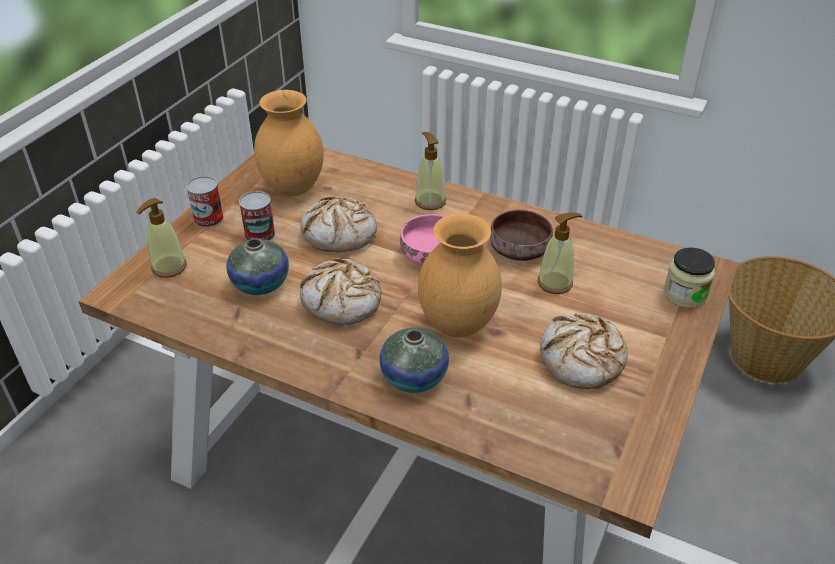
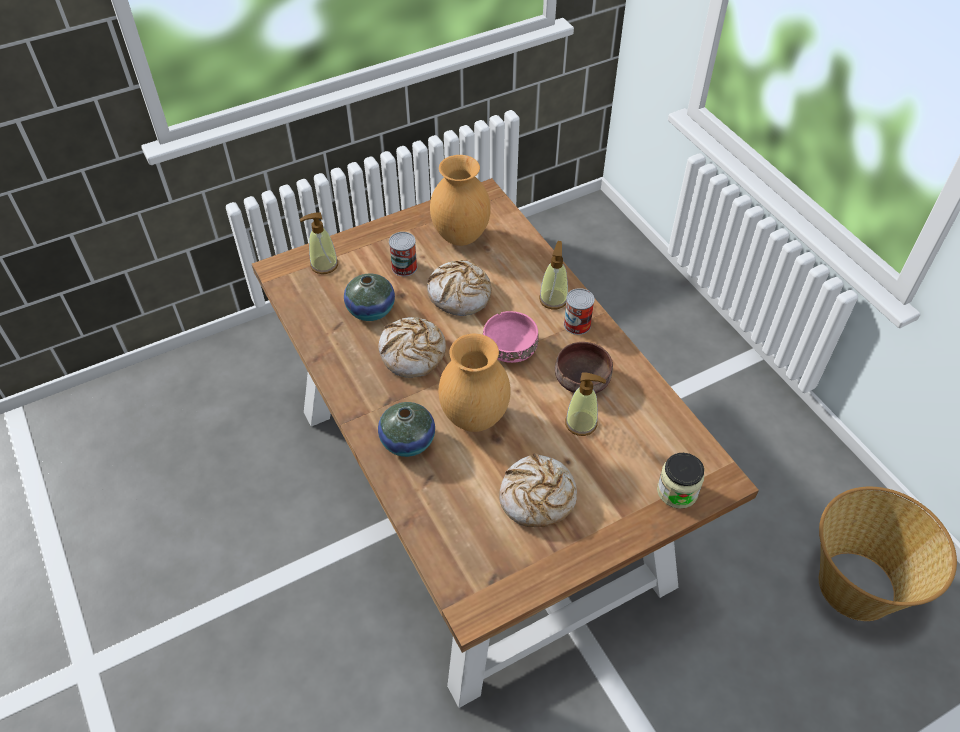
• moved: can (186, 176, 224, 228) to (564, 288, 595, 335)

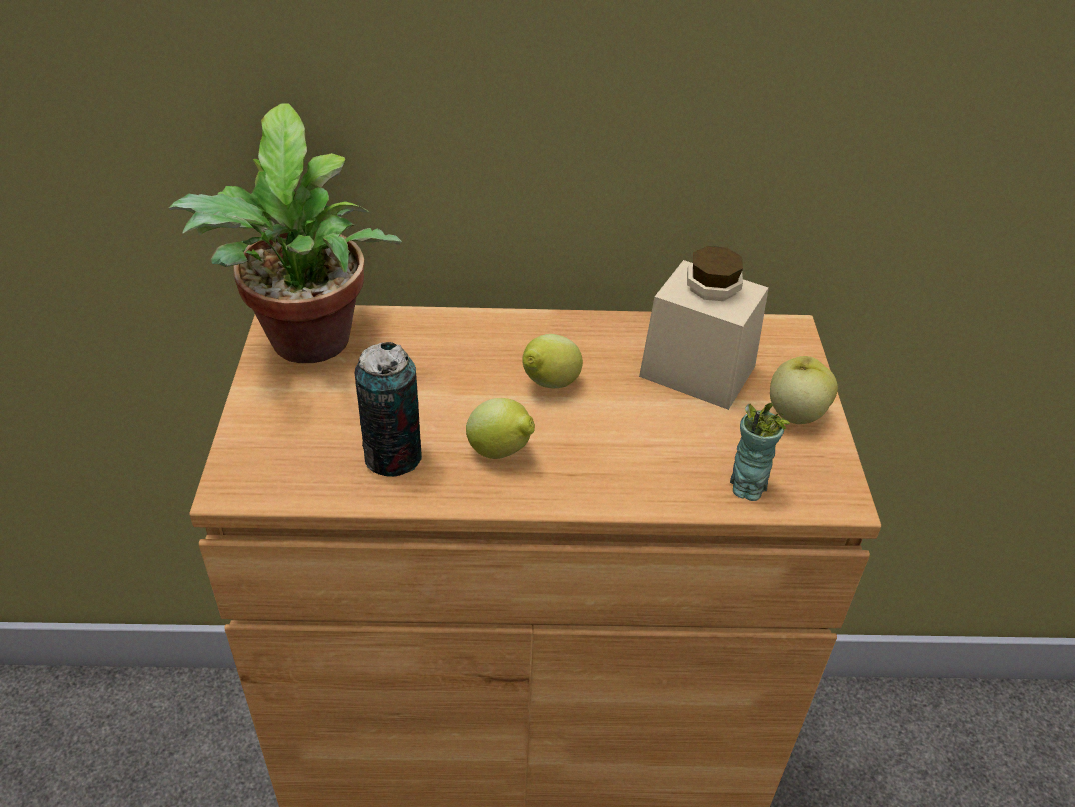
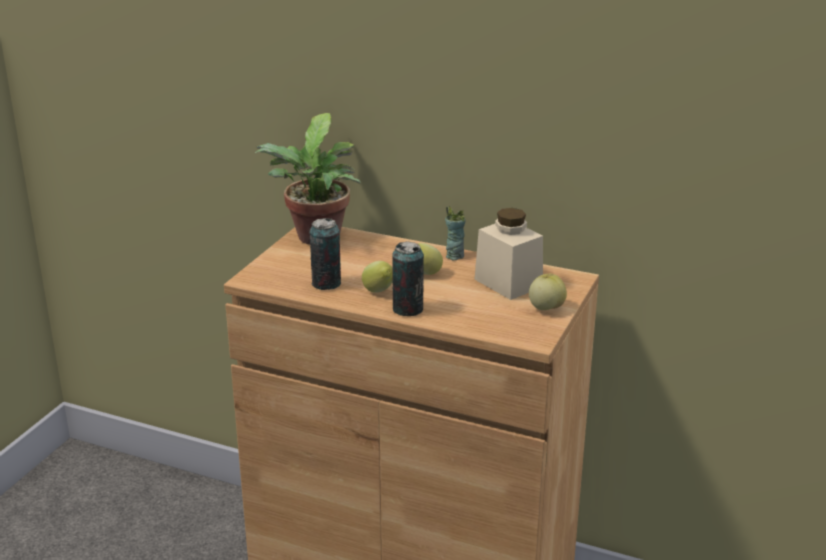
• added: can (392, 241, 424, 316)
• moved: cup (730, 402, 790, 501) to (445, 206, 466, 261)

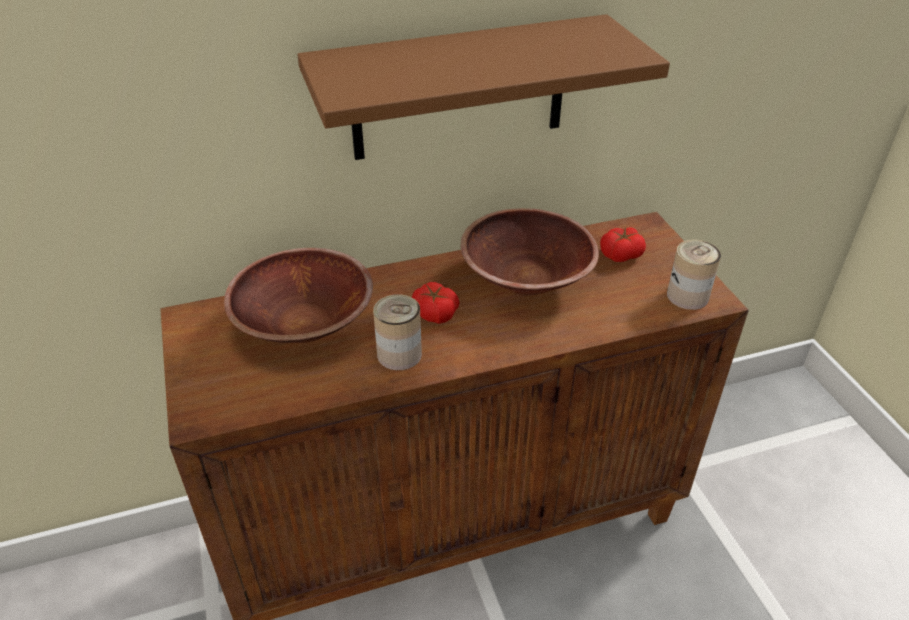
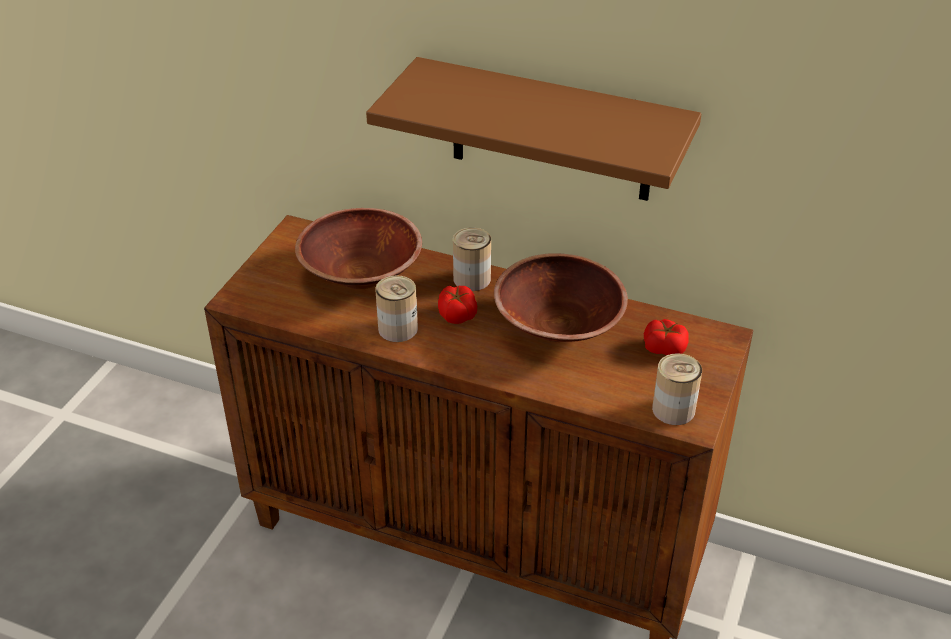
• added: can (453, 228, 491, 291)

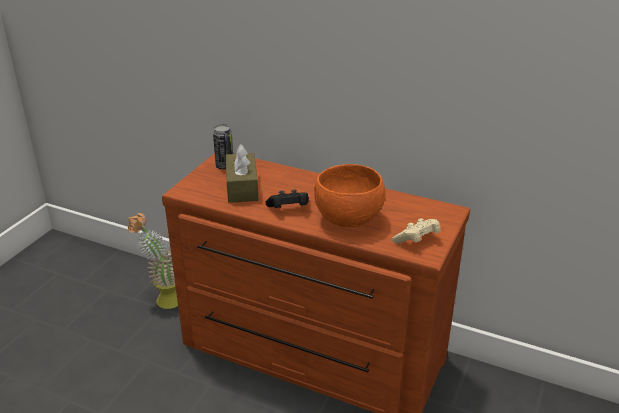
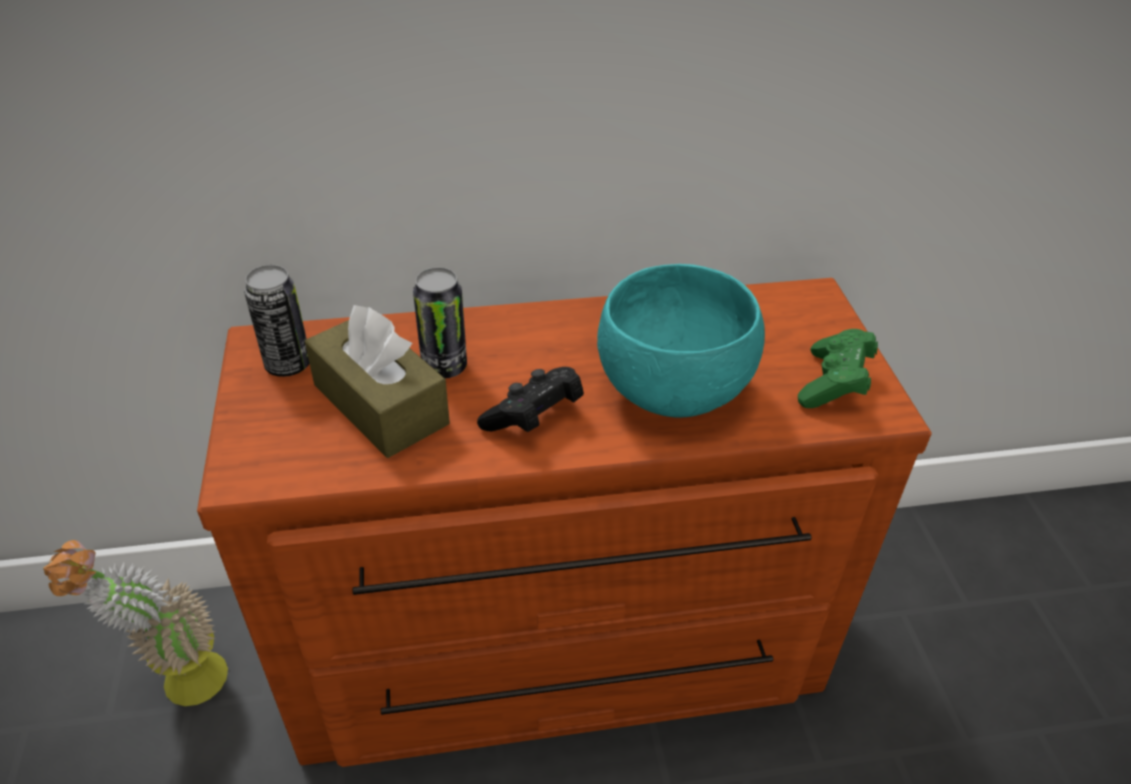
• added: can (413, 267, 467, 379)
• recoloured: bowl (orange) (314, 164, 386, 227) to bowl (turquoise) (597, 264, 765, 418)
• recoloured: game controller (beige) (392, 218, 441, 244) to game controller (green) (798, 329, 878, 408)

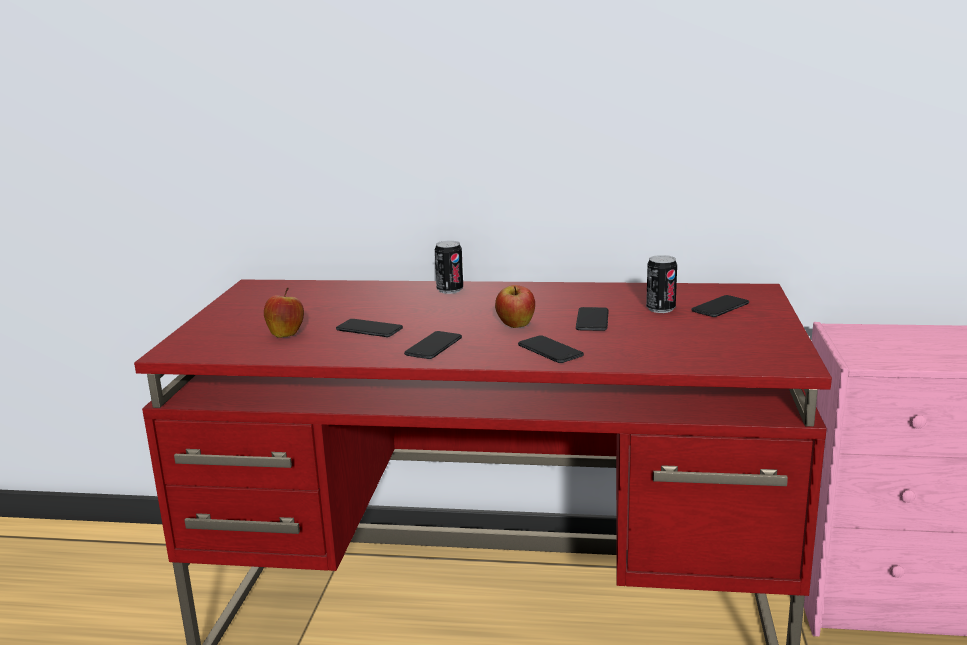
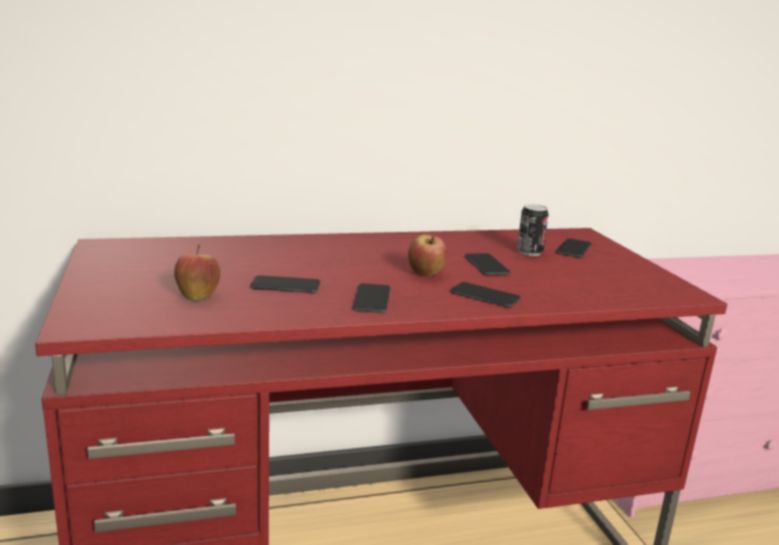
• removed: can (435, 241, 463, 294)

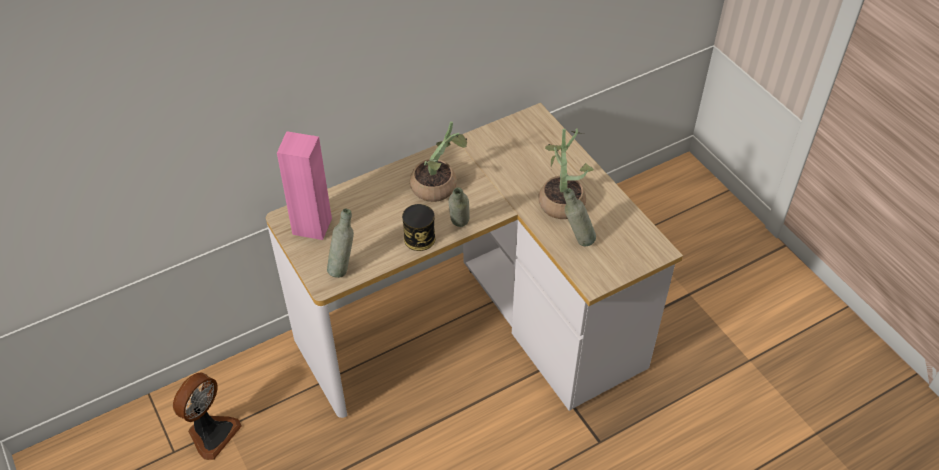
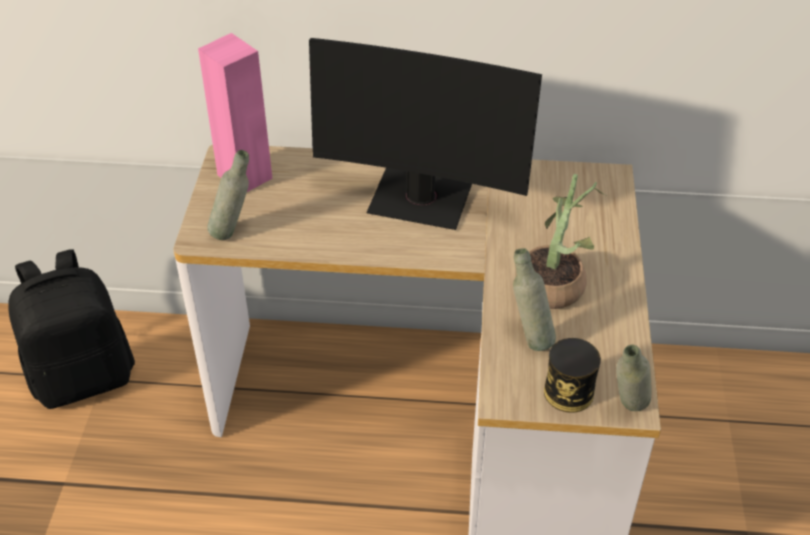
• replaced: fan (173, 372, 242, 460) to backpack (black) (8, 249, 135, 409)
• replaced: potted plant (410, 121, 467, 202) to monitor (309, 38, 542, 230)
• moved: can (402, 204, 435, 251) to (544, 338, 601, 413)
• moved: bottle (grey) (448, 187, 470, 227) to (616, 345, 652, 411)

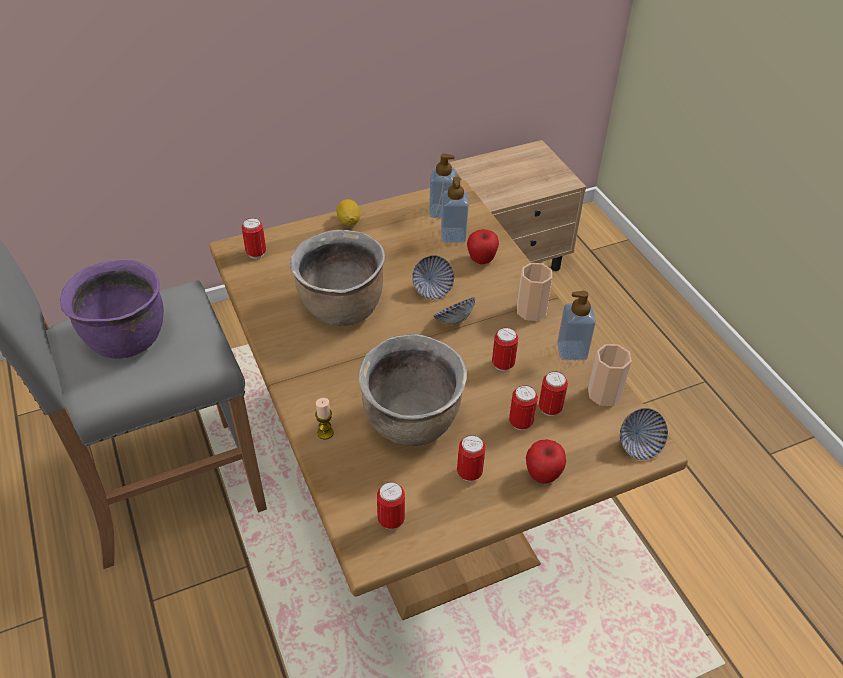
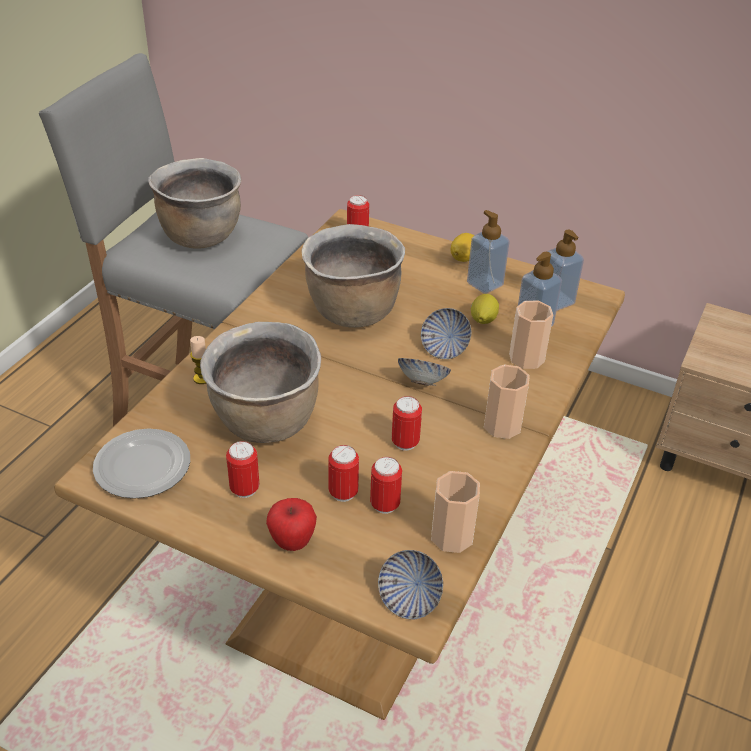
• replaced: can (377, 482, 405, 529) to plate (93, 428, 190, 499)
• recoloured: cooking pot (purple) (60, 260, 164, 359) to cooking pot (brown) (148, 158, 242, 249)
• moved: soap dispenser (557, 291, 596, 360) to (467, 210, 510, 294)
• added: lemon (471, 294, 499, 324)
• replaced: apple (467, 229, 499, 264) to cup (509, 301, 553, 369)

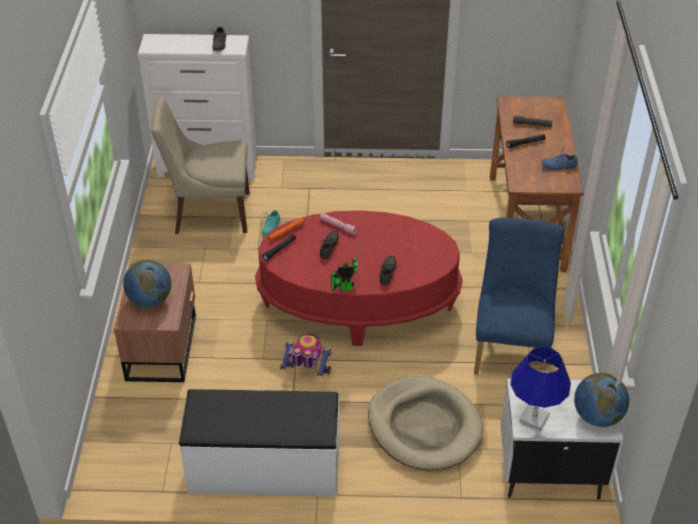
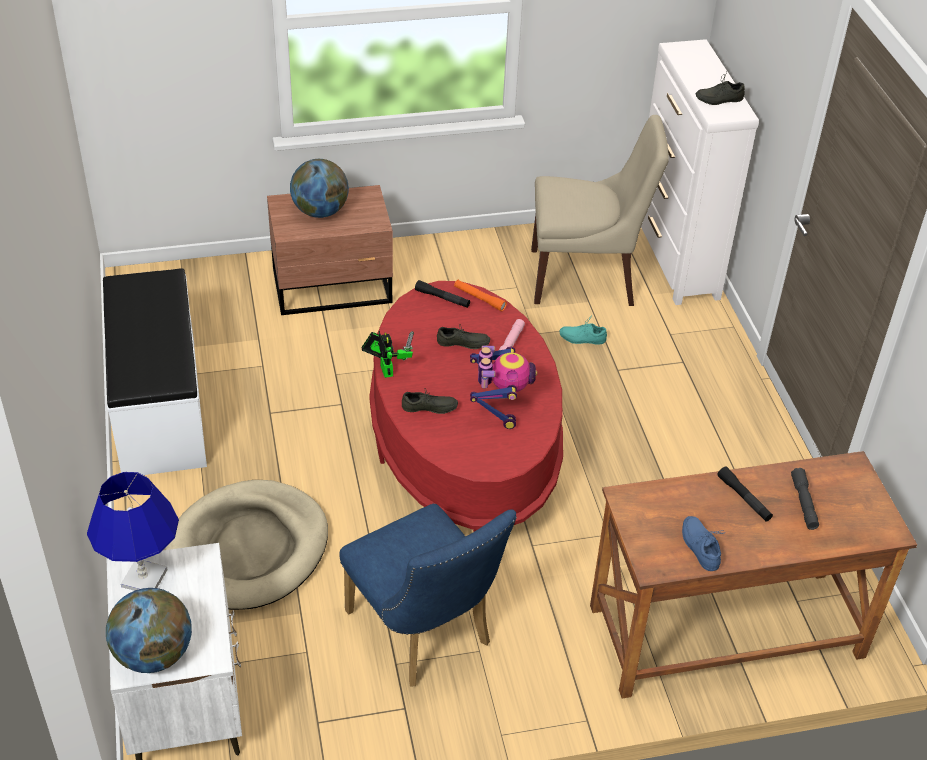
• turned: chair (blue) (474, 218, 565, 375) = (339, 504, 517, 687) 60 degrees clockwise
• moved: toy robot (280, 334, 332, 377) to (470, 346, 537, 429)
• turned: chair (beige) (151, 97, 250, 234) = (531, 115, 669, 306) 105 degrees clockwise

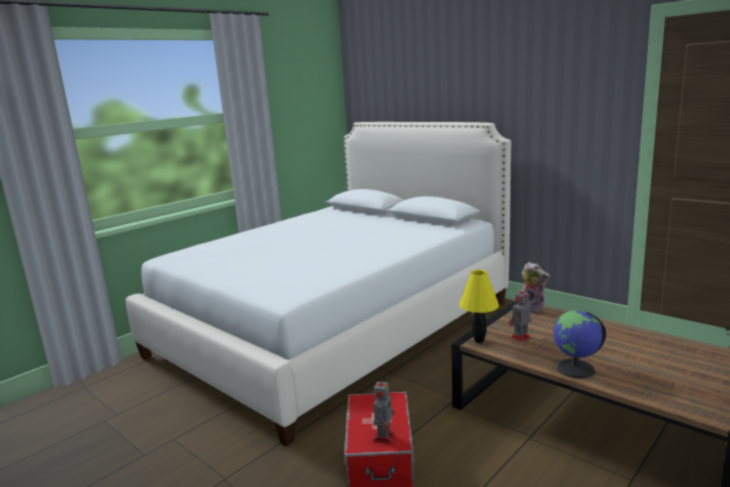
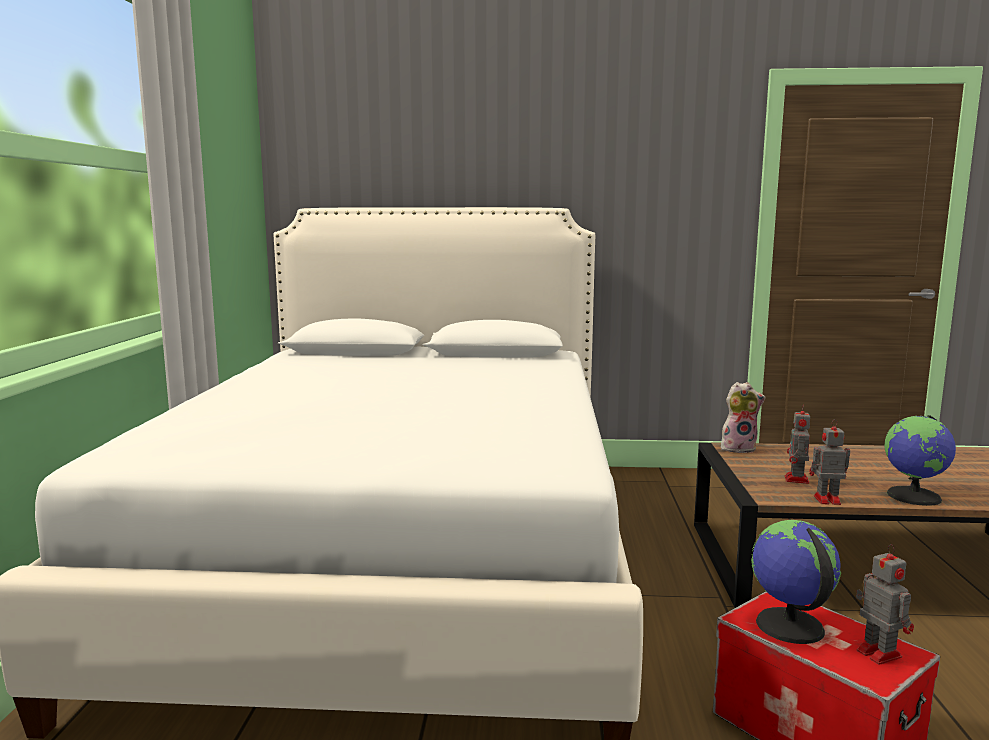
• added: globe (751, 520, 841, 644)
• added: toy robot (809, 419, 850, 505)
• removed: table lamp (yellow) (459, 270, 499, 343)

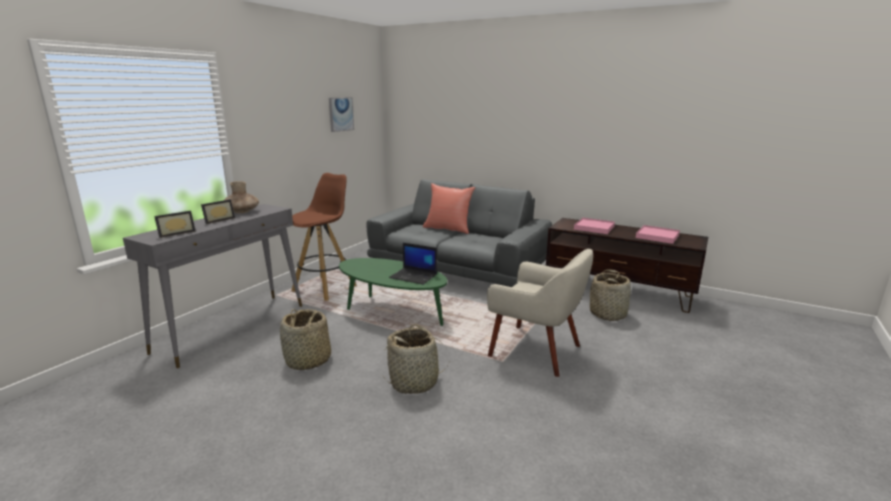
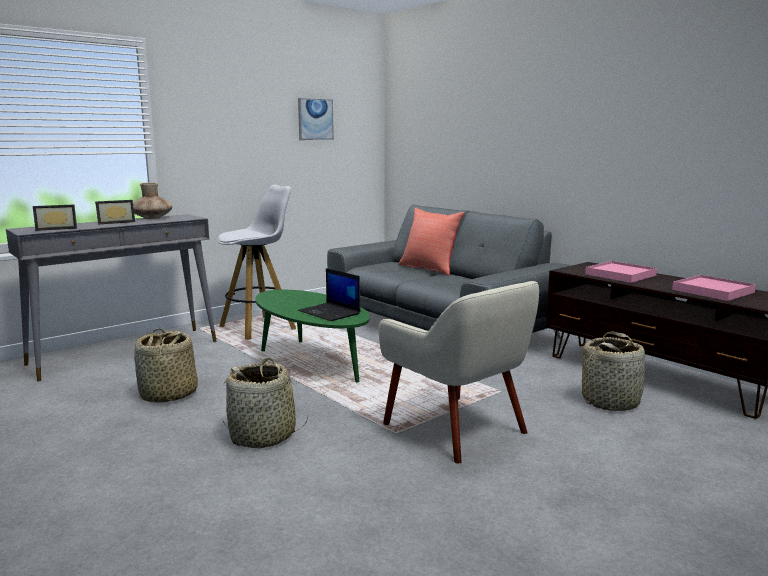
• recoloured: stool (brown) (291, 173, 357, 301) to stool (white) (218, 185, 296, 340)

